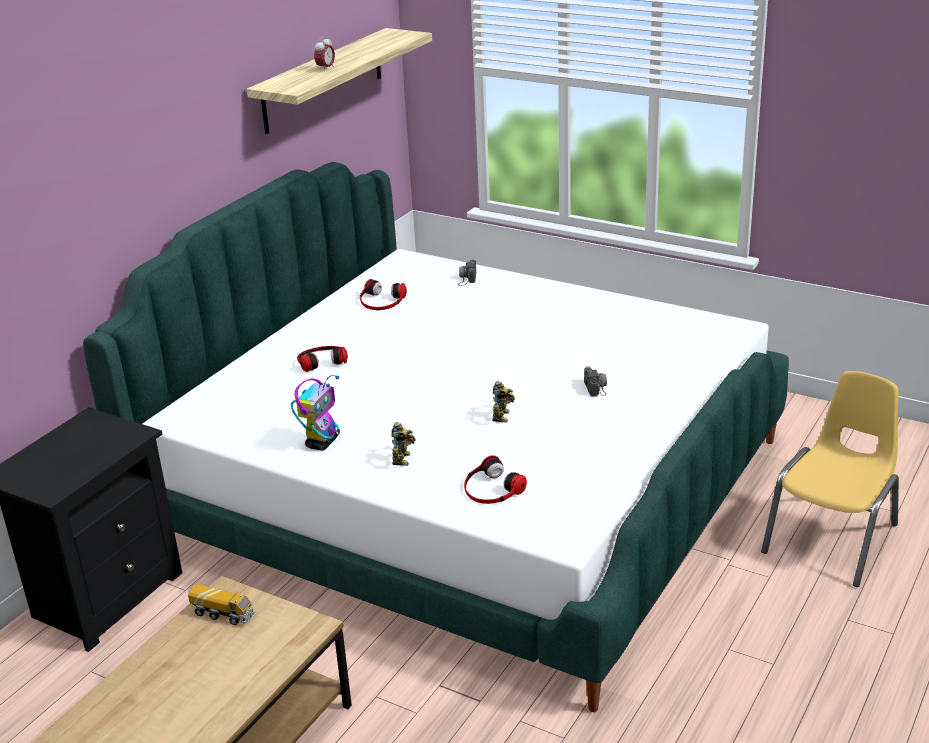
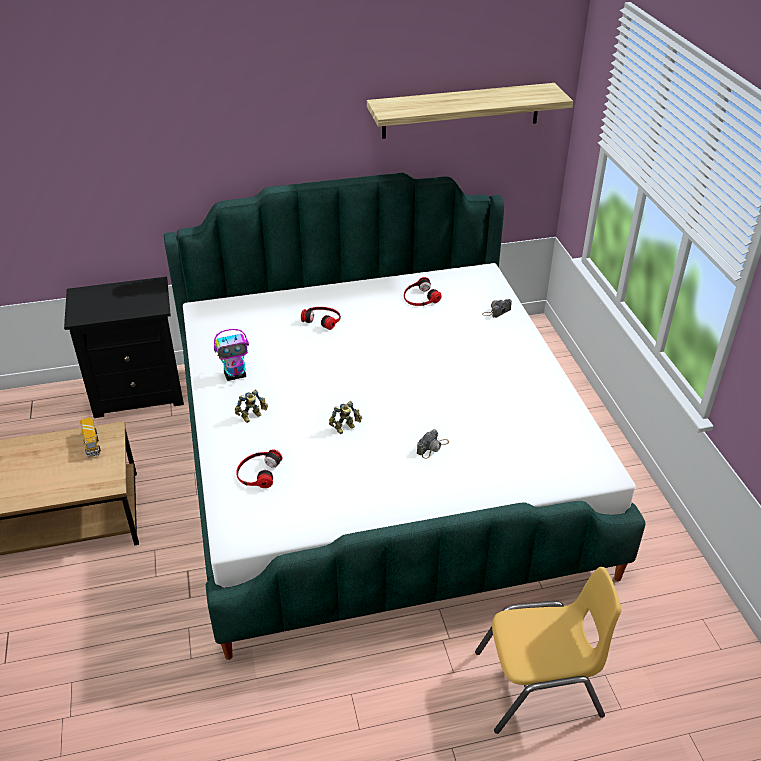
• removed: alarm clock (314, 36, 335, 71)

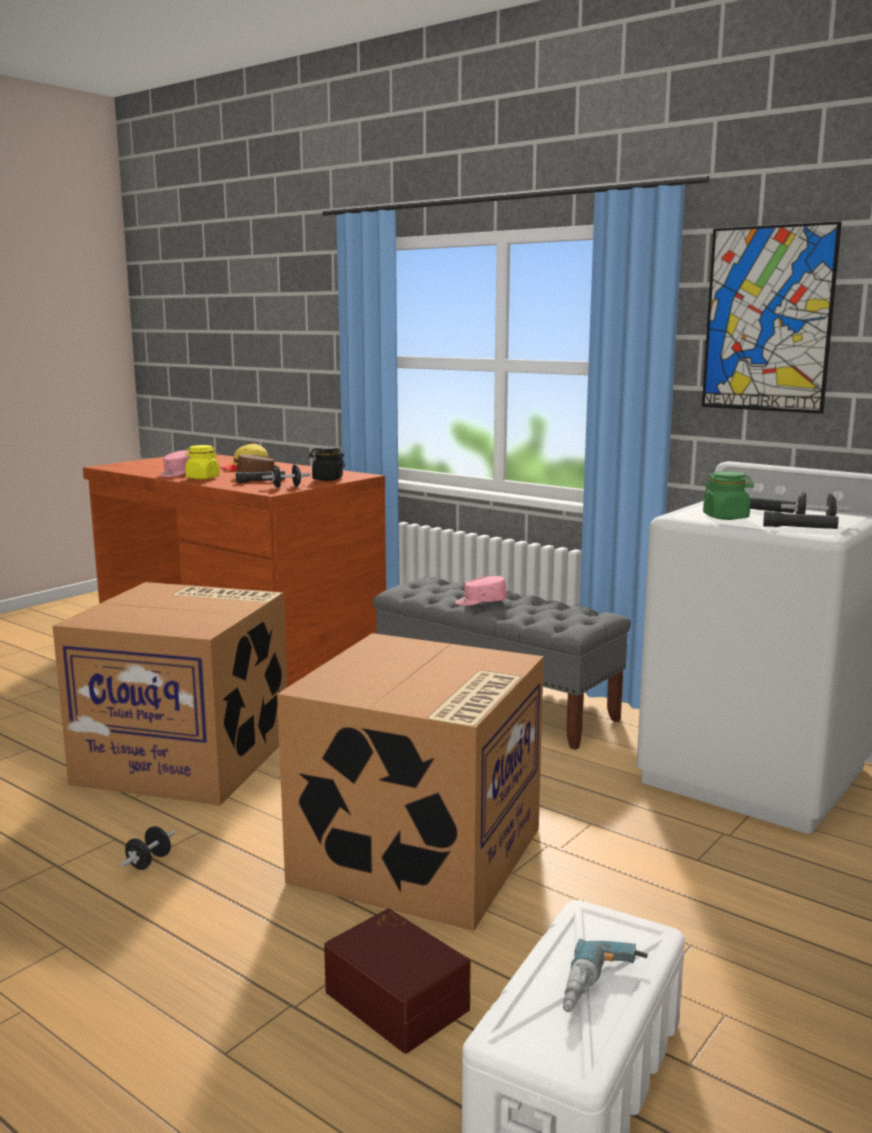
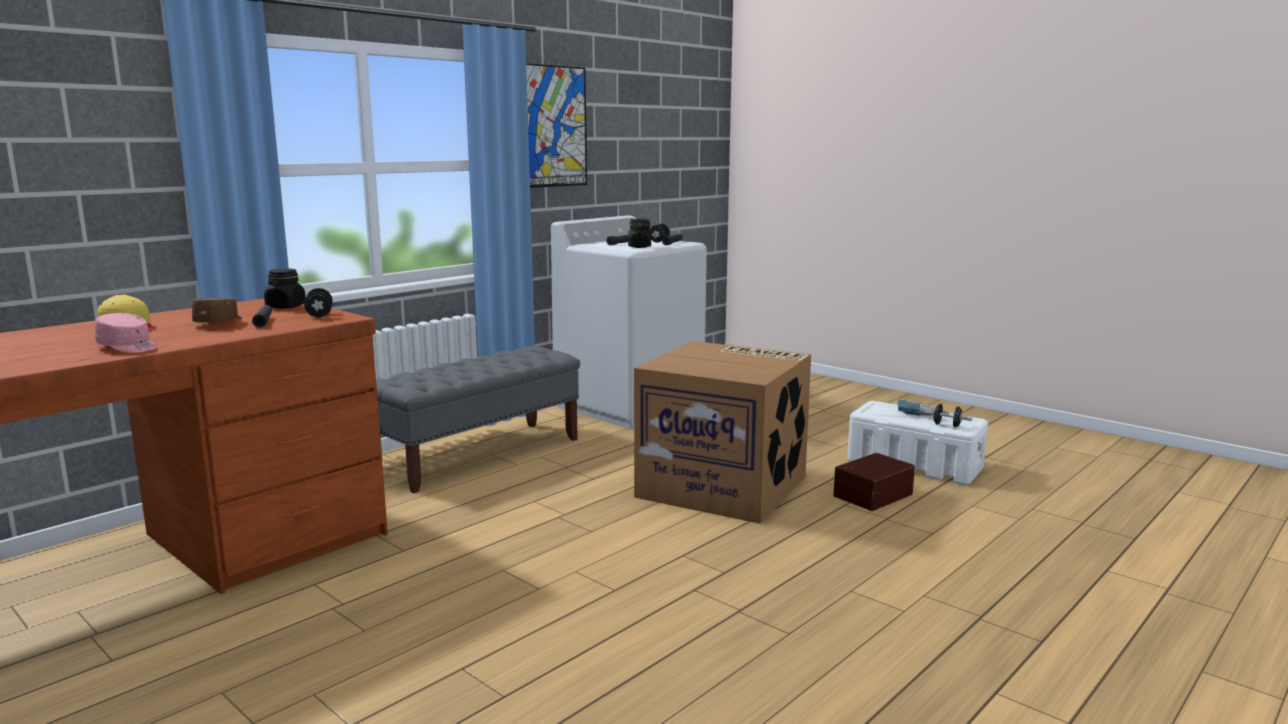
• recoloured: jar (green) (702, 471, 754, 520) to jar (black) (628, 219, 651, 248)
• moved: dumbbell (black) (121, 826, 175, 870) to (924, 404, 972, 428)
• removed: cardboard box (52, 582, 288, 805)
• removed: jar (yellow) (185, 445, 220, 479)
• removed: cap (pink) (455, 576, 507, 606)

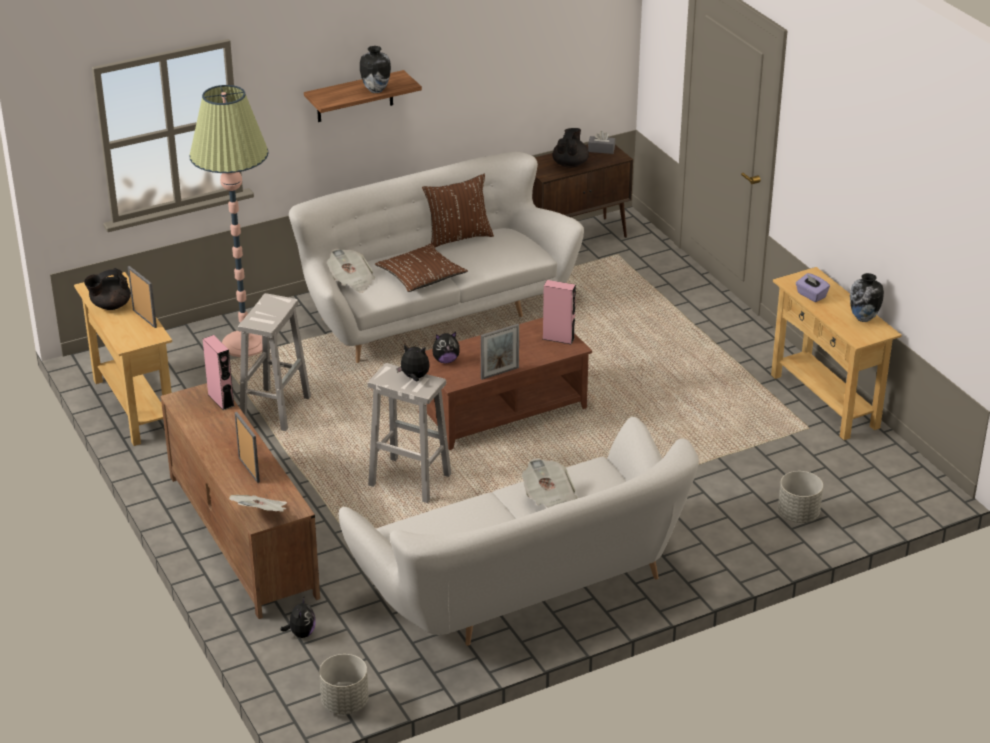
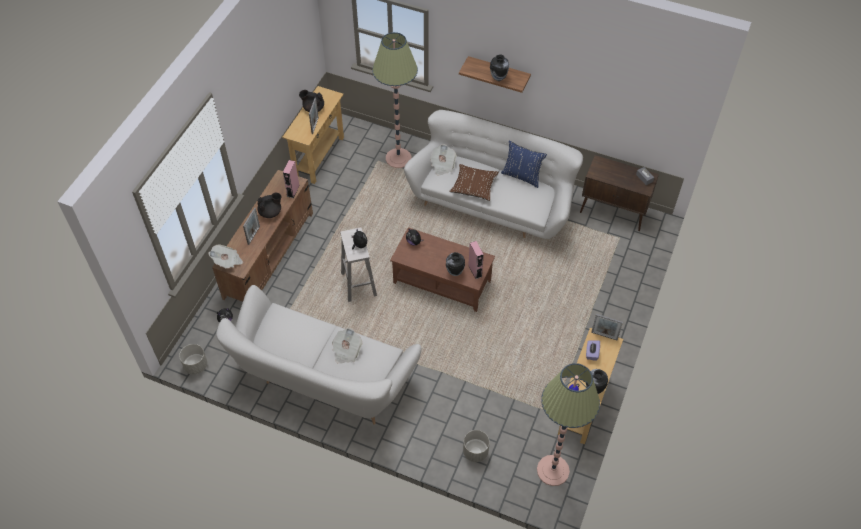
• moved: teapot (black) (553, 128, 589, 168) to (257, 193, 281, 218)
• added: vase (446, 252, 465, 276)
• recoloured: pillow (brown) (422, 174, 494, 247) to pillow (blue) (501, 140, 547, 188)
• added: floor lamp (537, 363, 600, 486)
• moved: picture frame (481, 324, 519, 380) to (591, 314, 623, 340)
• removed: stool (white) (238, 293, 311, 431)

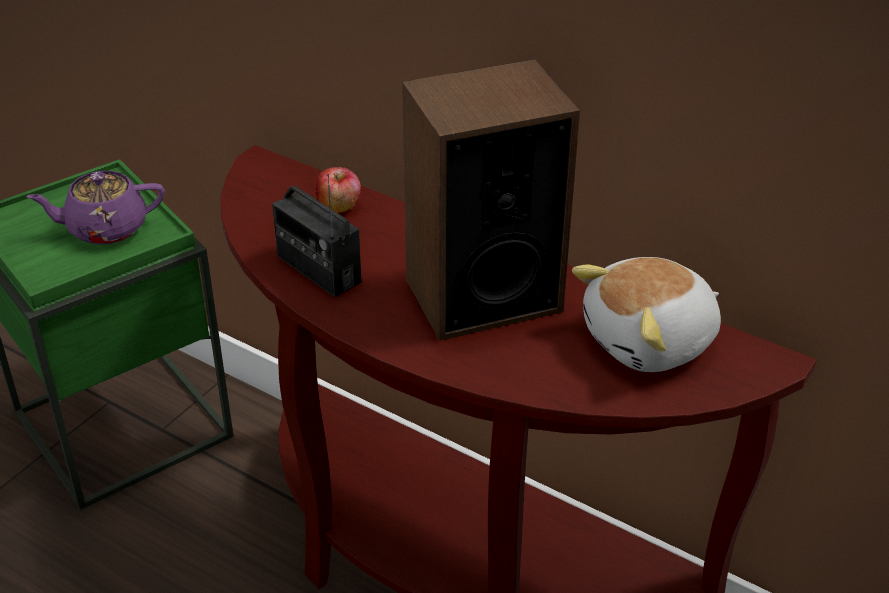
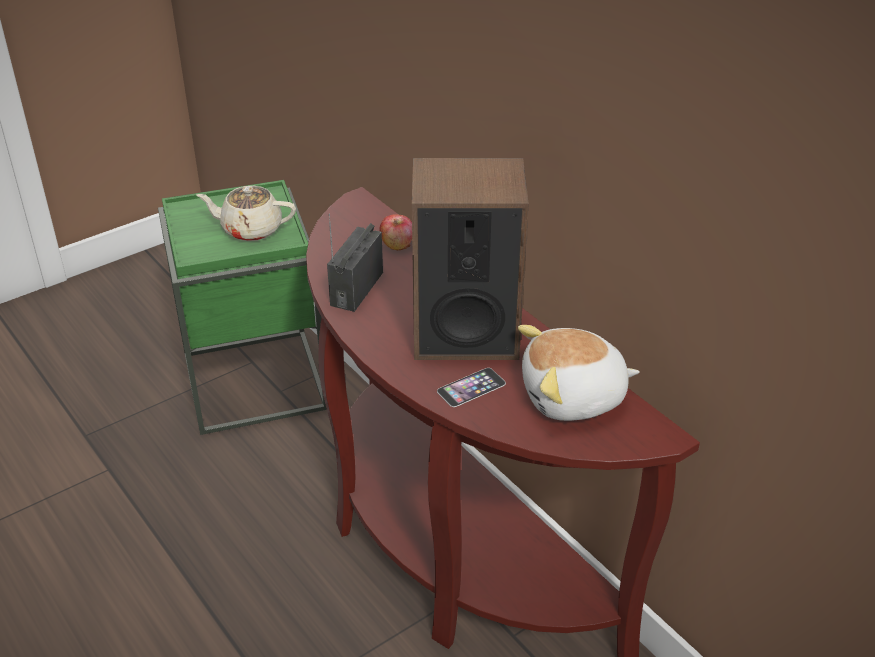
• recoloured: teapot (purple) (26, 171, 165, 245) to teapot (beige) (197, 186, 296, 241)
• turned: radio (272, 173, 362, 297) = (327, 213, 383, 312) 45 degrees clockwise
• added: phone (437, 368, 506, 407)

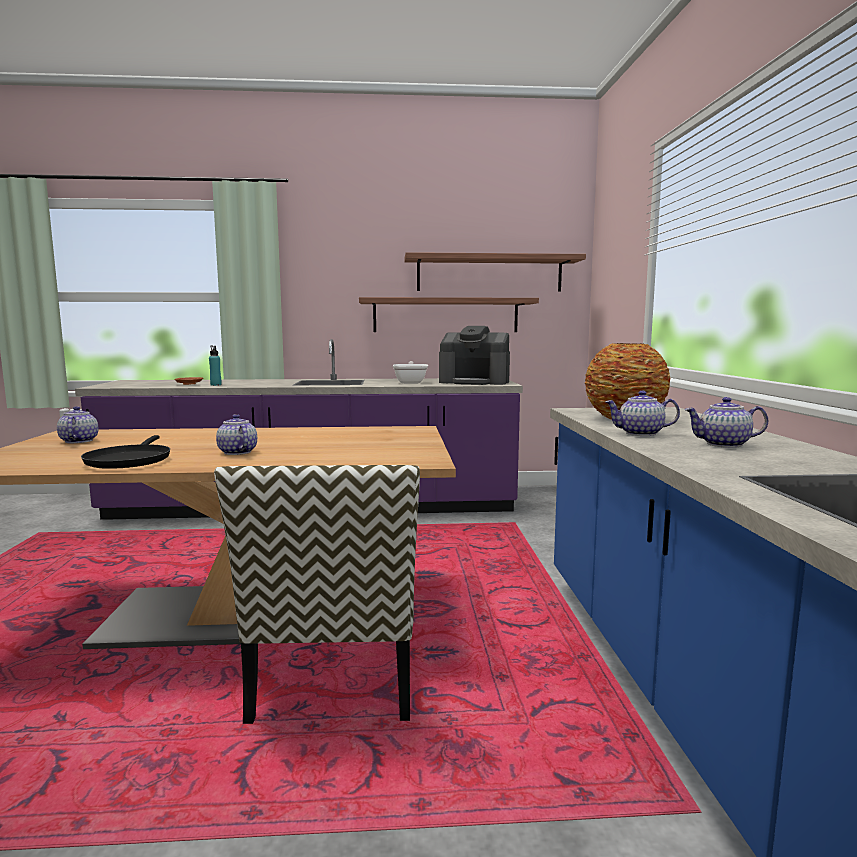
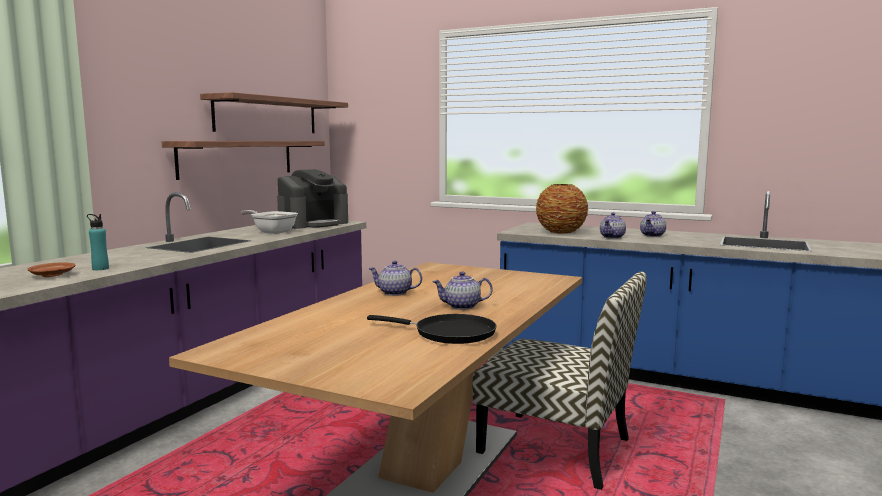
• moved: teapot (57, 406, 98, 443) to (368, 261, 422, 296)

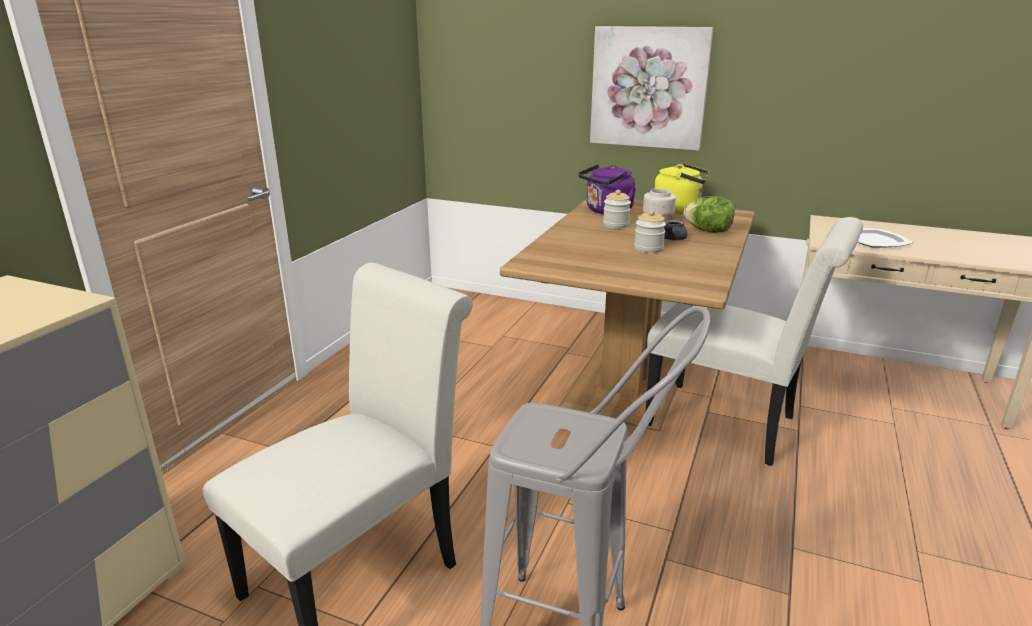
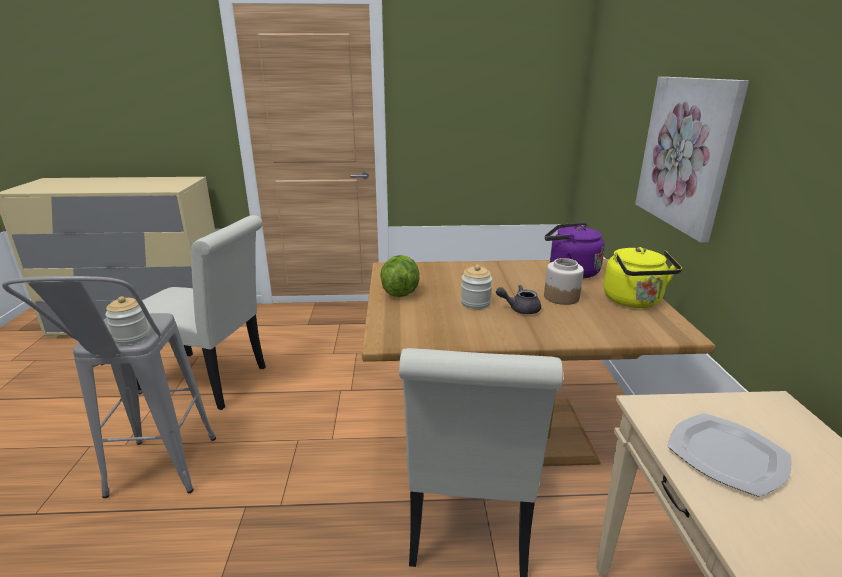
• moved: jar (603, 190, 631, 229) to (105, 296, 149, 345)
• moved: lettuce (683, 196, 735, 233) to (380, 255, 420, 297)

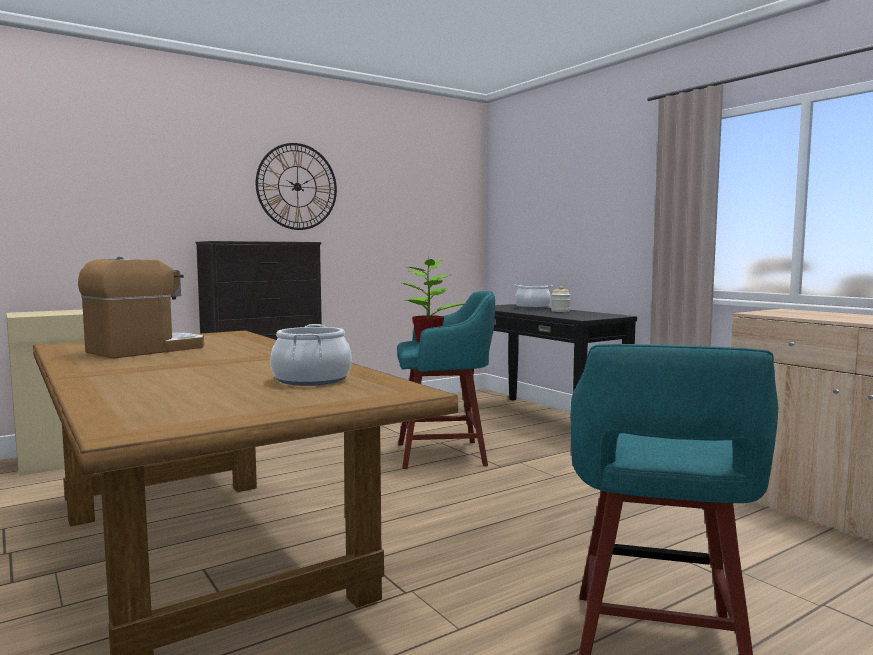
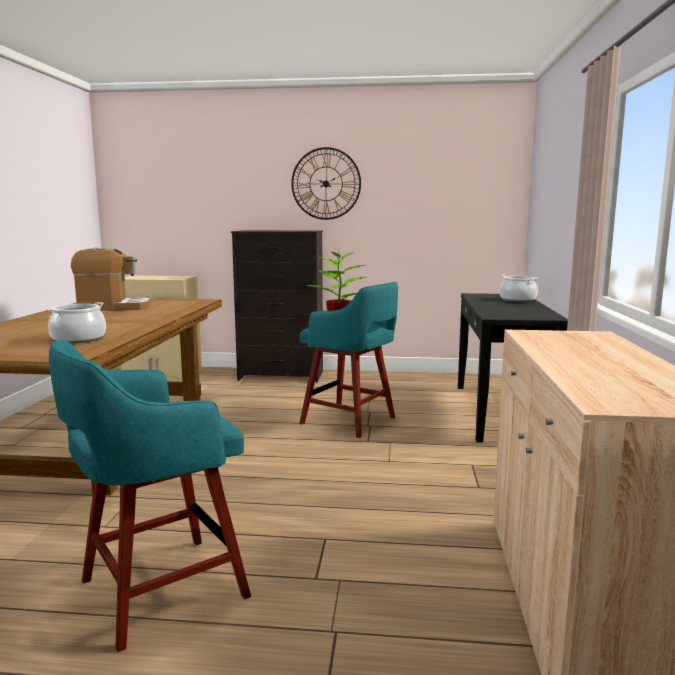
• removed: jar (551, 286, 570, 312)

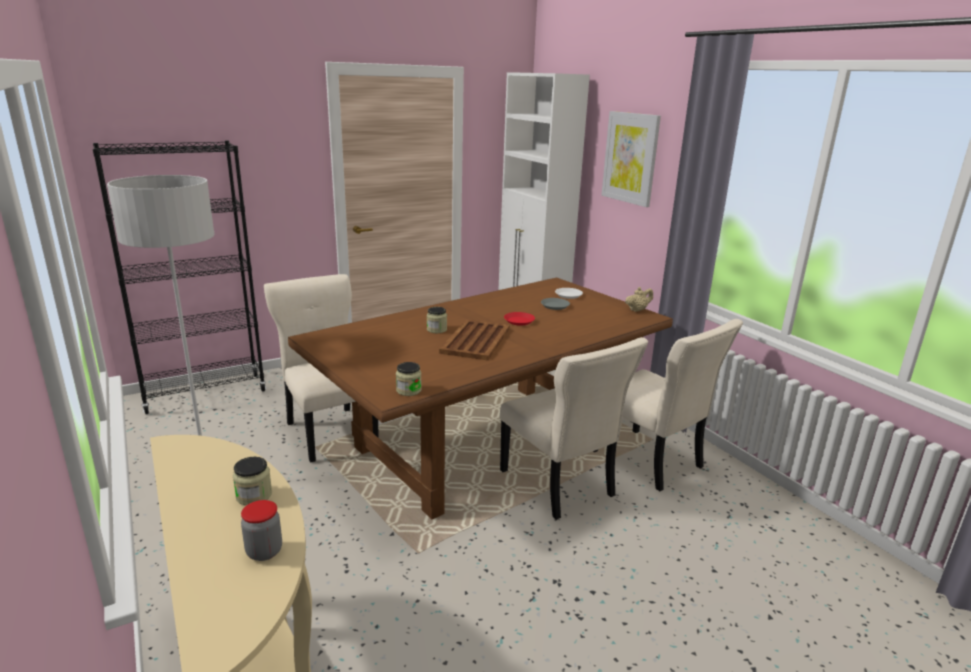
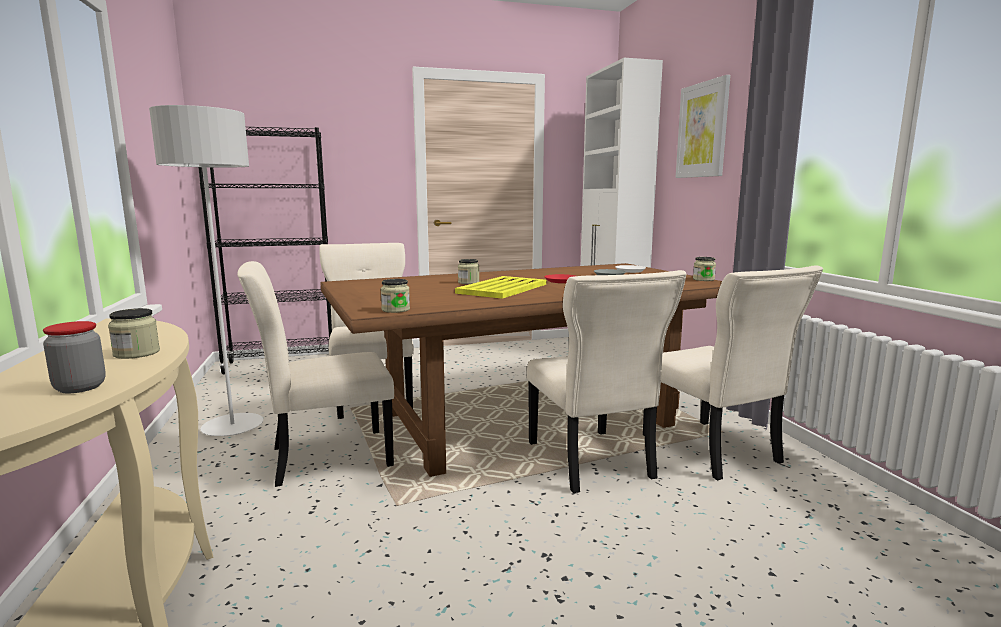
• added: chair (beige) (237, 261, 394, 487)
• recoloured: tray (brown) (439, 319, 510, 361) to tray (yellow) (455, 276, 546, 299)
• replaced: teapot (beige) (625, 287, 653, 312) to jar (693, 257, 716, 281)

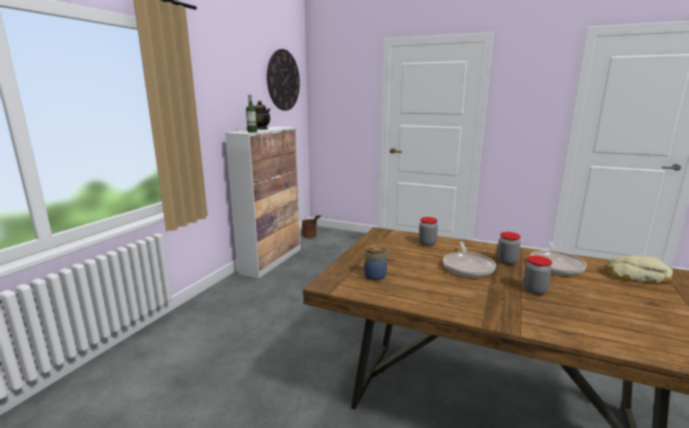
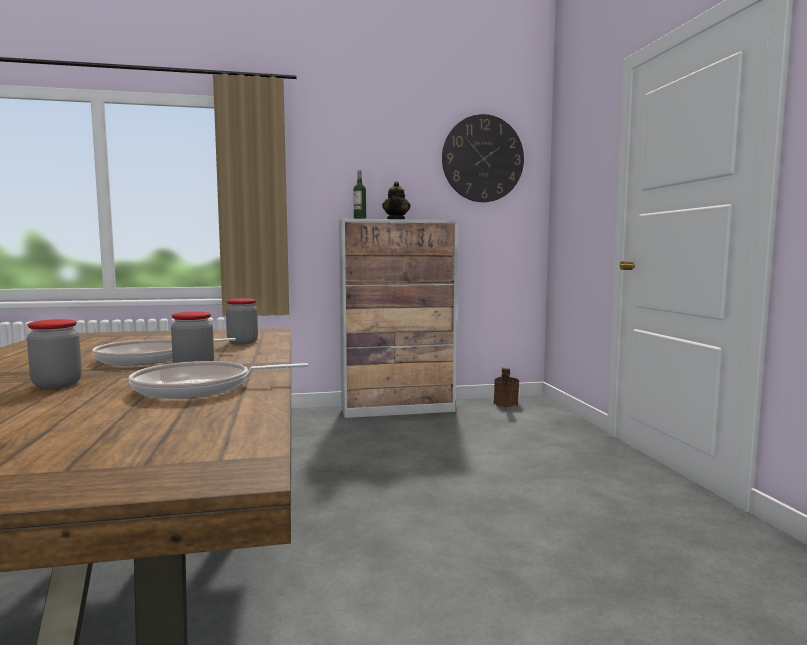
• removed: jar (364, 244, 387, 280)
• removed: bread (605, 255, 673, 283)

